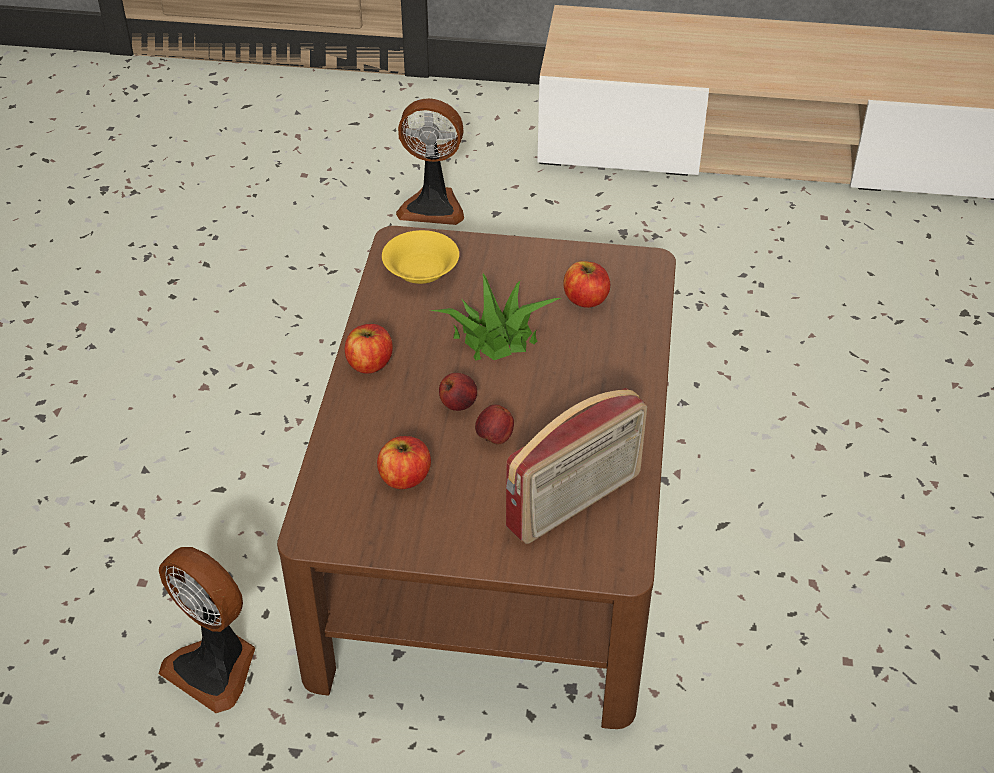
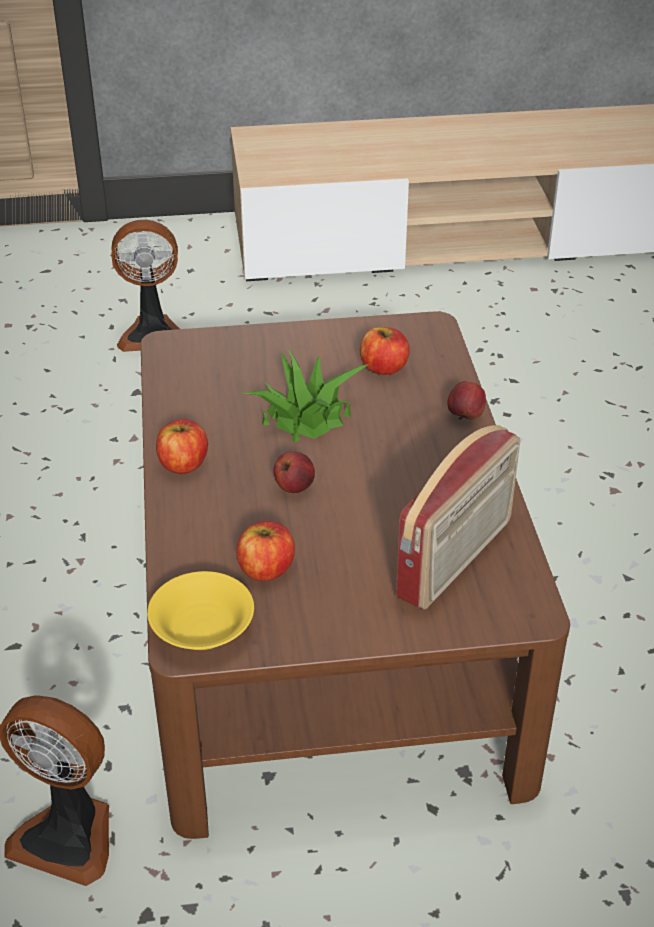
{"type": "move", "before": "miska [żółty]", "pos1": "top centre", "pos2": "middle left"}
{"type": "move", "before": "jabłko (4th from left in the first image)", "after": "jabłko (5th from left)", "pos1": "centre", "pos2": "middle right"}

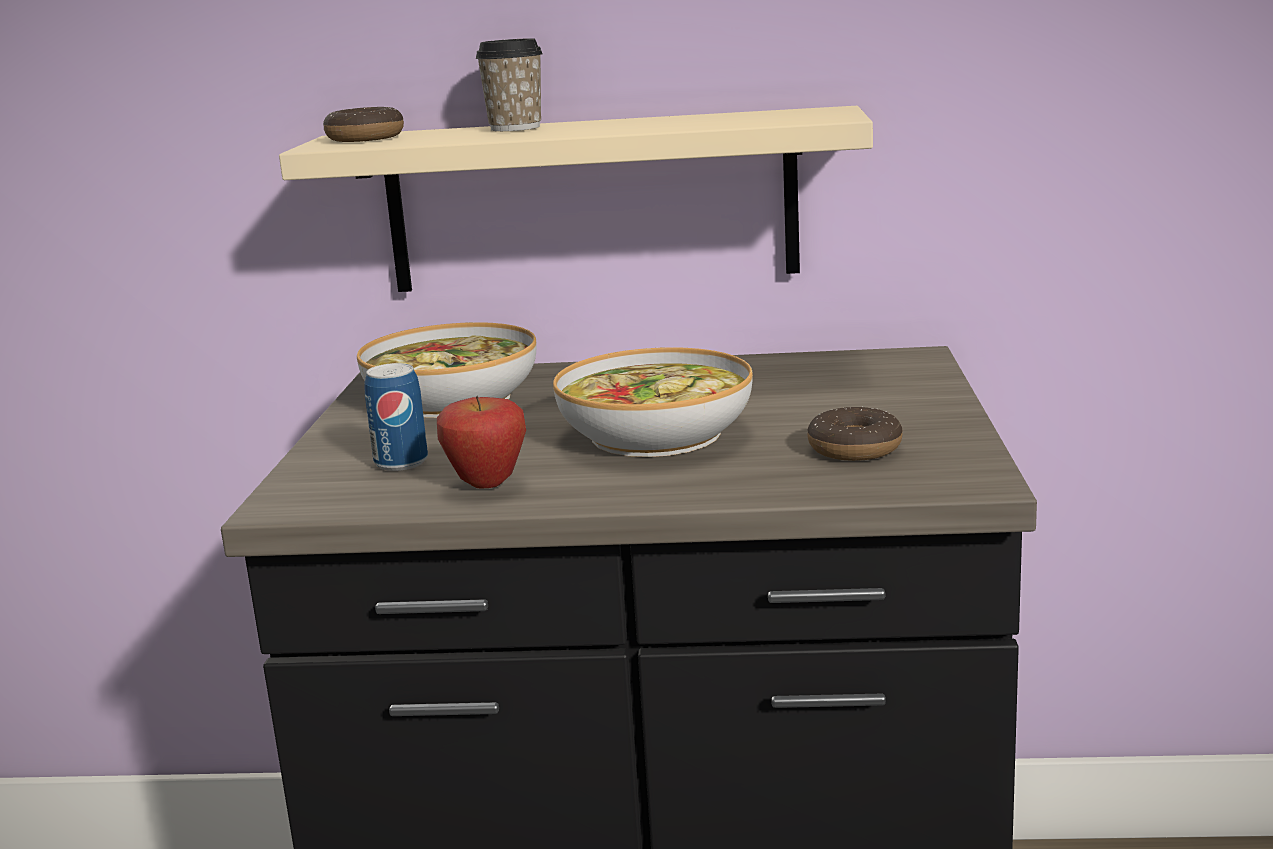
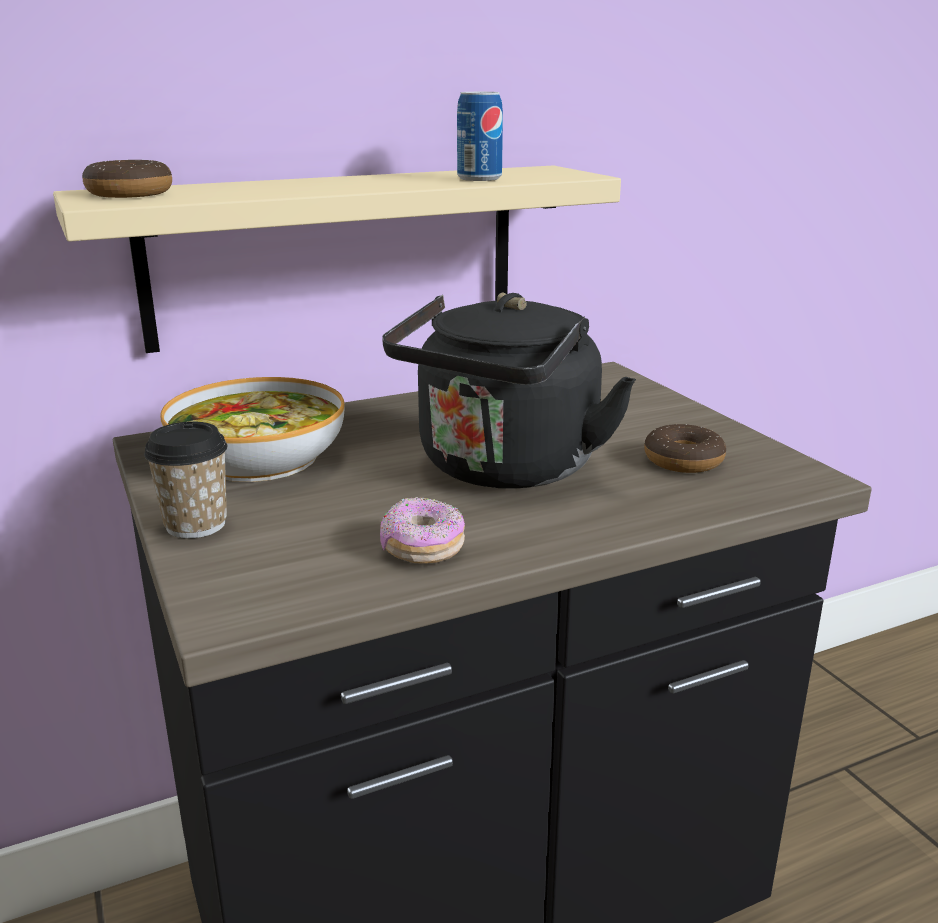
{"type": "move", "before": "puszka", "pos1": "middle left", "pos2": "top centre"}
{"type": "move", "before": "filiżanka", "pos1": "top centre", "pos2": "middle left"}
{"type": "replace", "before": "jabłko", "after": "donut (2nd from left)", "pos1": "centre", "pos2": "centre"}
{"type": "replace", "before": "miska (2nd from left)", "after": "czajnik [czarny]", "pos1": "centre", "pos2": "centre"}

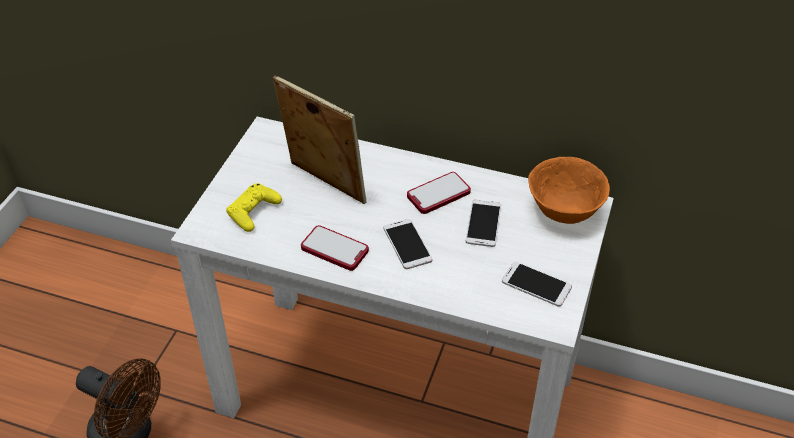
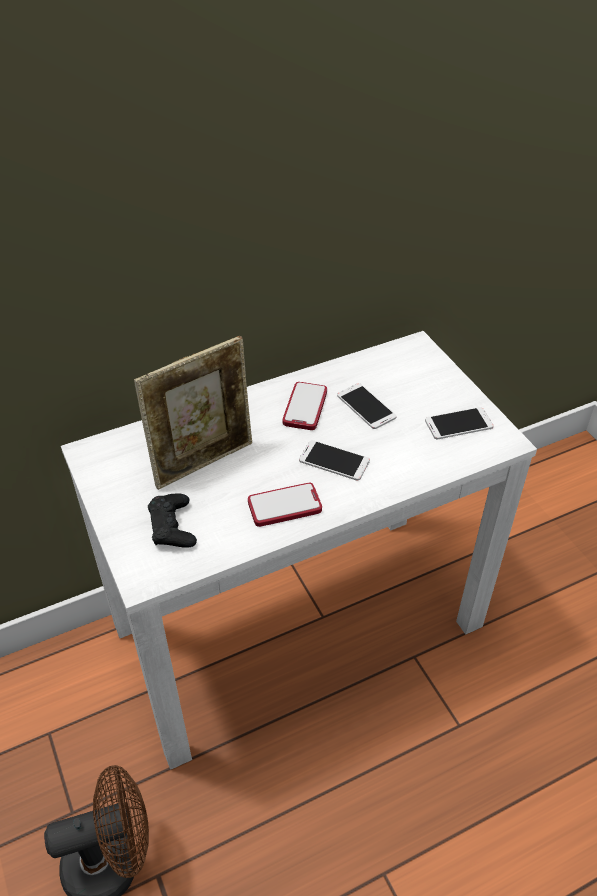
{"type": "delete", "before": "miska [pomarańczowy]", "pos1": "middle right"}
{"type": "recolor", "before": "pad do gier [żółty]", "after": "pad do gier [czarny]", "pos1": "middle left", "pos2": "middle left"}
{"type": "rotate", "before": "ramka na zdjęcie", "pos1": "top centre", "pos2": "middle left", "turn": 150}

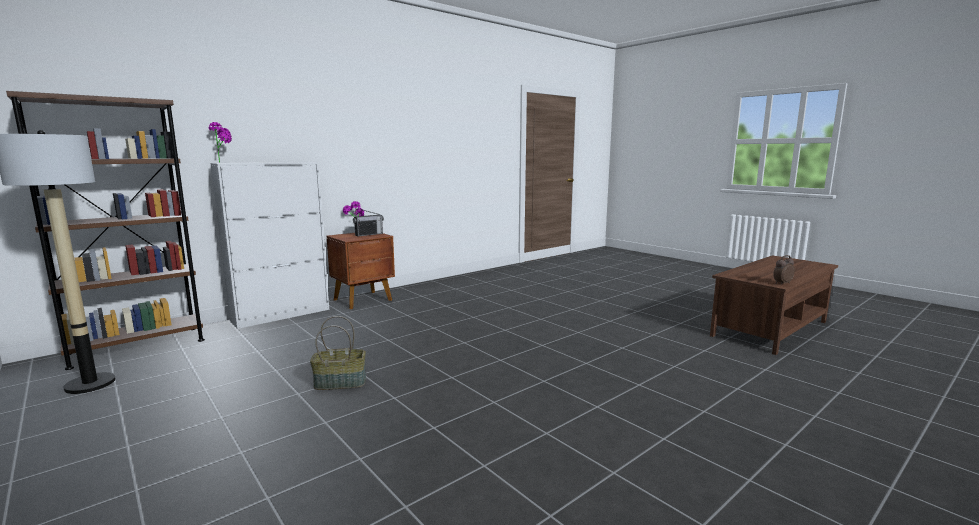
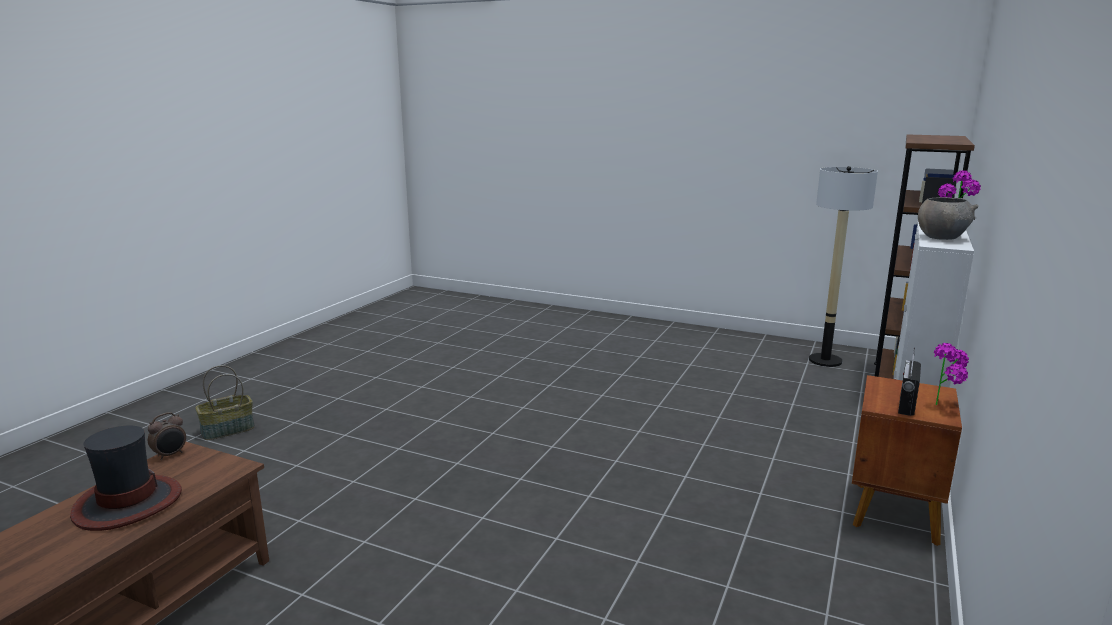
{"type": "insert", "after": "kapelusz", "pos2": "bottom left"}
{"type": "insert", "after": "miska [szary]", "pos2": "middle right"}
{"type": "move", "before": "koszyk", "pos1": "bottom centre", "pos2": "middle left"}

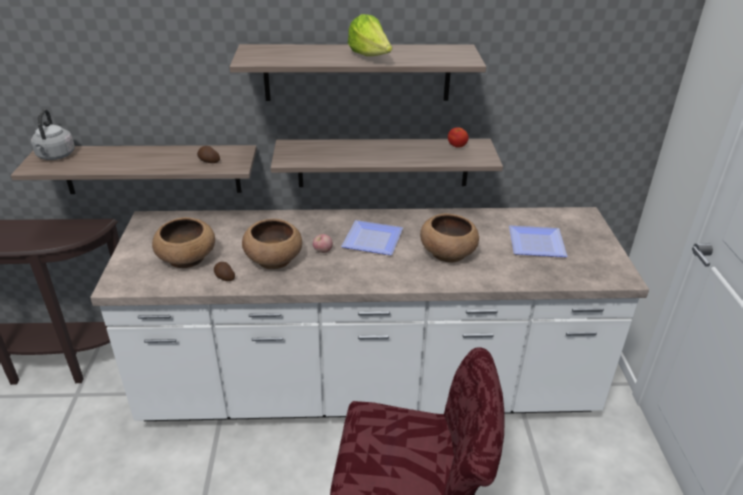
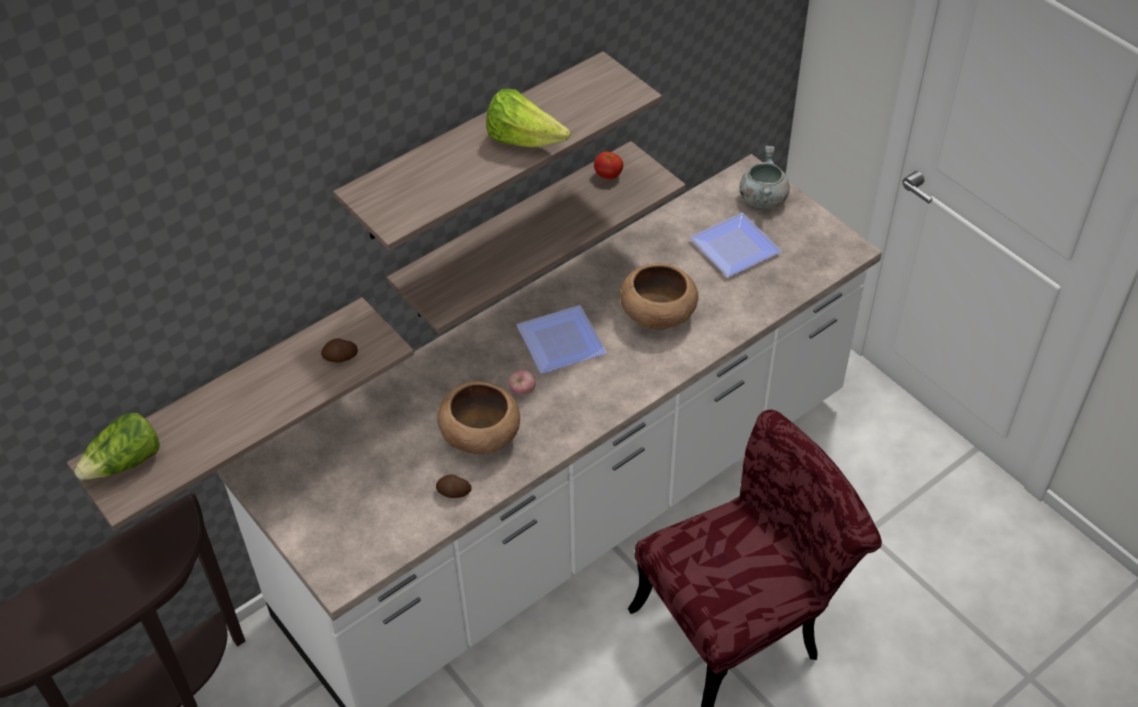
{"type": "delete", "before": "miska [brązowy] (1st from left)", "pos1": "middle left"}
{"type": "insert", "after": "garnek [szary]", "pos2": "top right"}
{"type": "replace", "before": "czajnik [szary]", "after": "sałata (1st from left)", "pos1": "top left", "pos2": "middle left"}

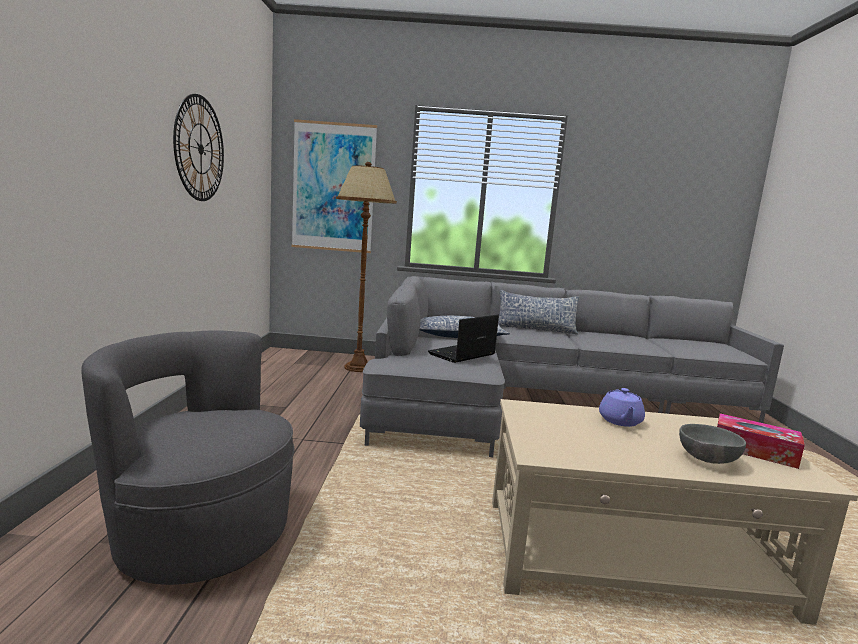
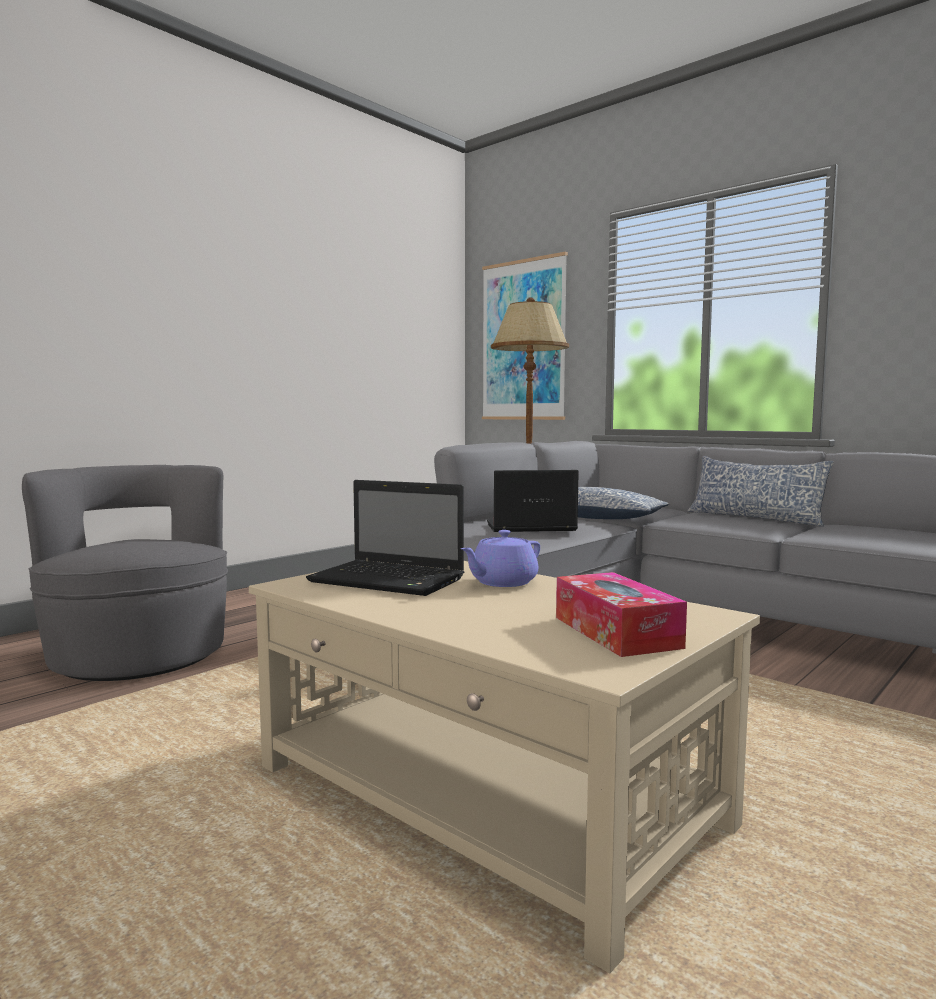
{"type": "delete", "before": "zegar ścienny", "pos1": "top left"}
{"type": "delete", "before": "miska [szary]", "pos1": "bottom right"}
{"type": "insert", "after": "laptop (1st from left)", "pos2": "centre"}

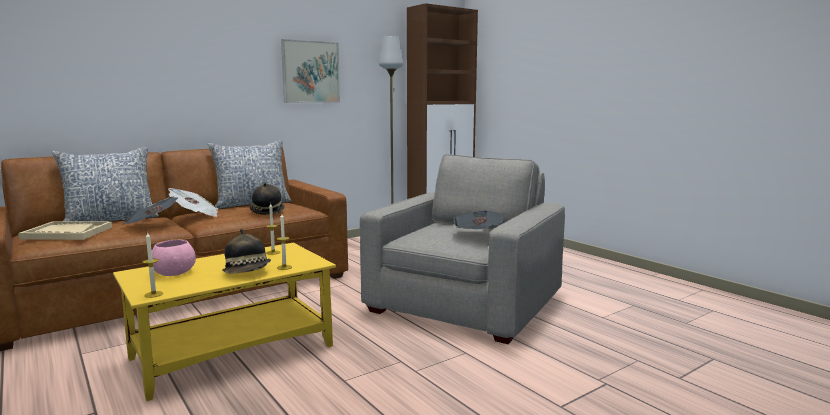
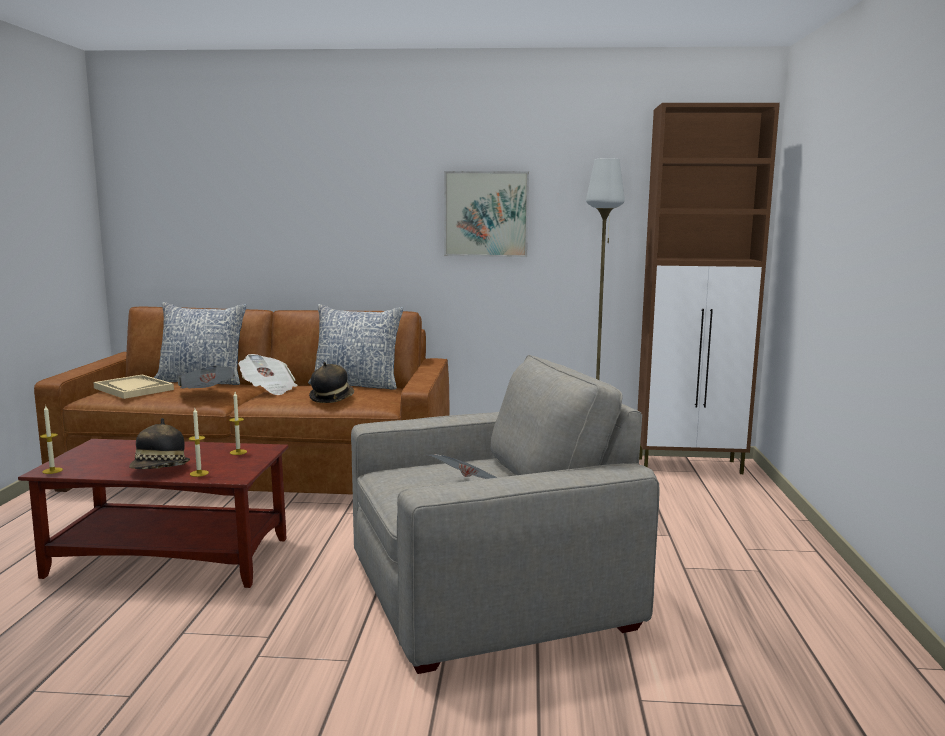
{"type": "delete", "before": "miska [różowy]", "pos1": "middle left"}
{"type": "recolor", "before": "ława [żółty]", "after": "ława [brązowy]", "pos1": "bottom left", "pos2": "bottom left"}

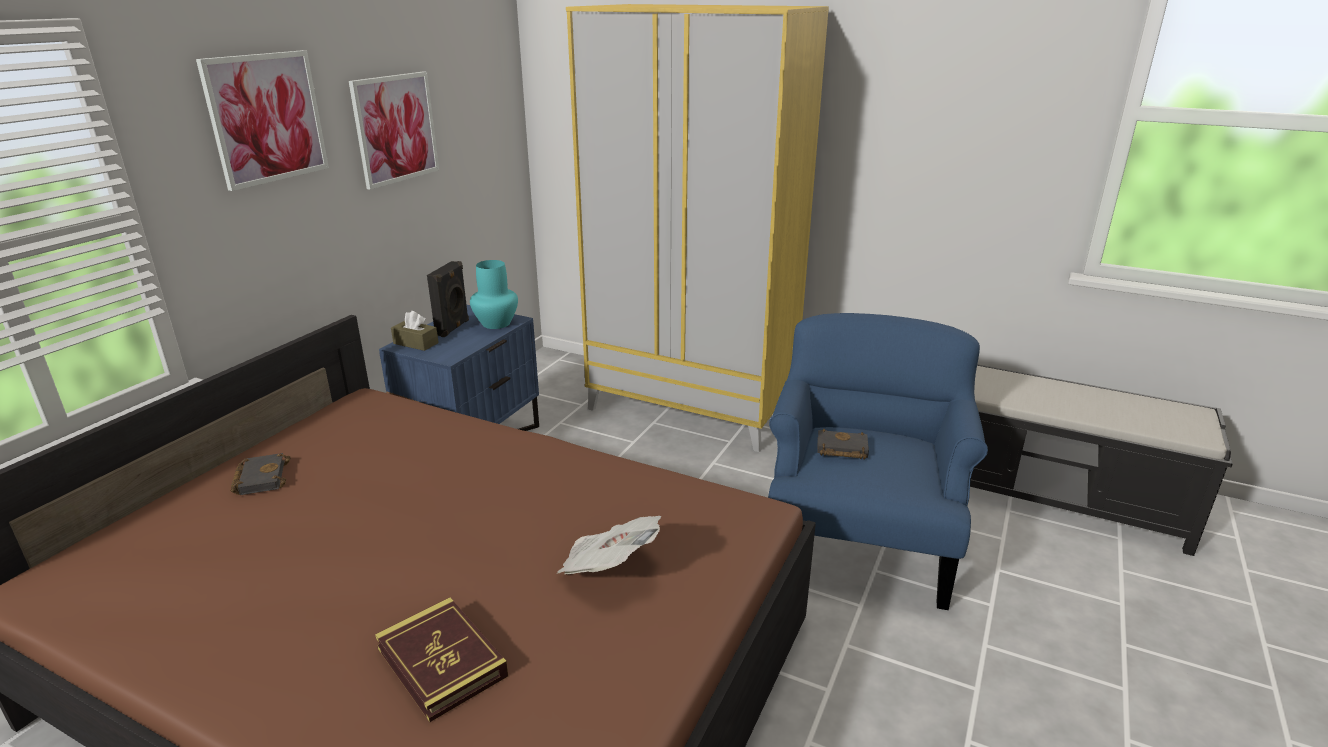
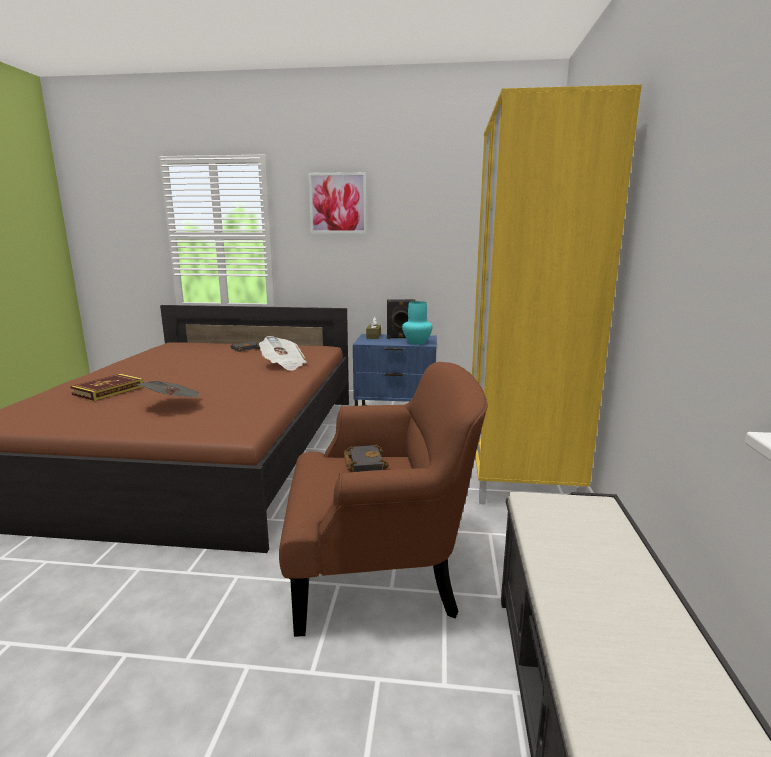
{"type": "delete", "before": "obraz (2nd from left)", "pos1": "top left"}
{"type": "insert", "after": "gazeta (2nd from left)", "pos2": "centre"}
{"type": "recolor", "before": "fotel [niebieski]", "after": "fotel [brązowy]", "pos1": "centre", "pos2": "centre"}

